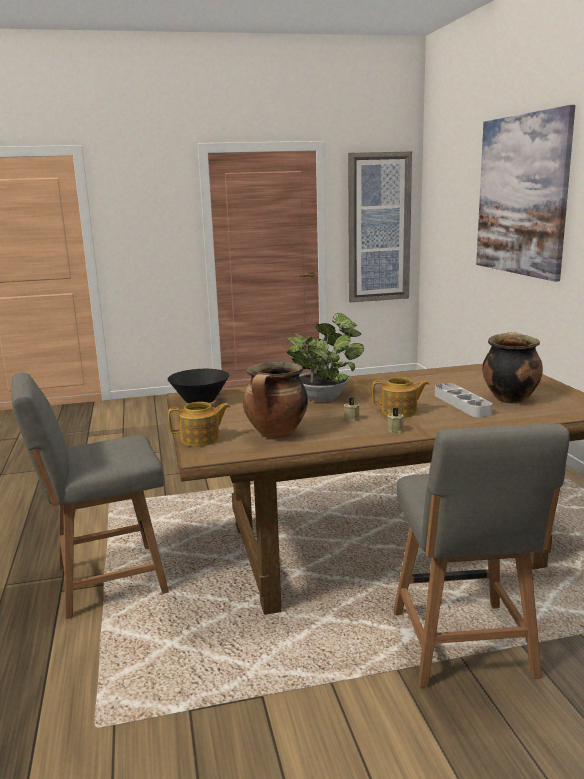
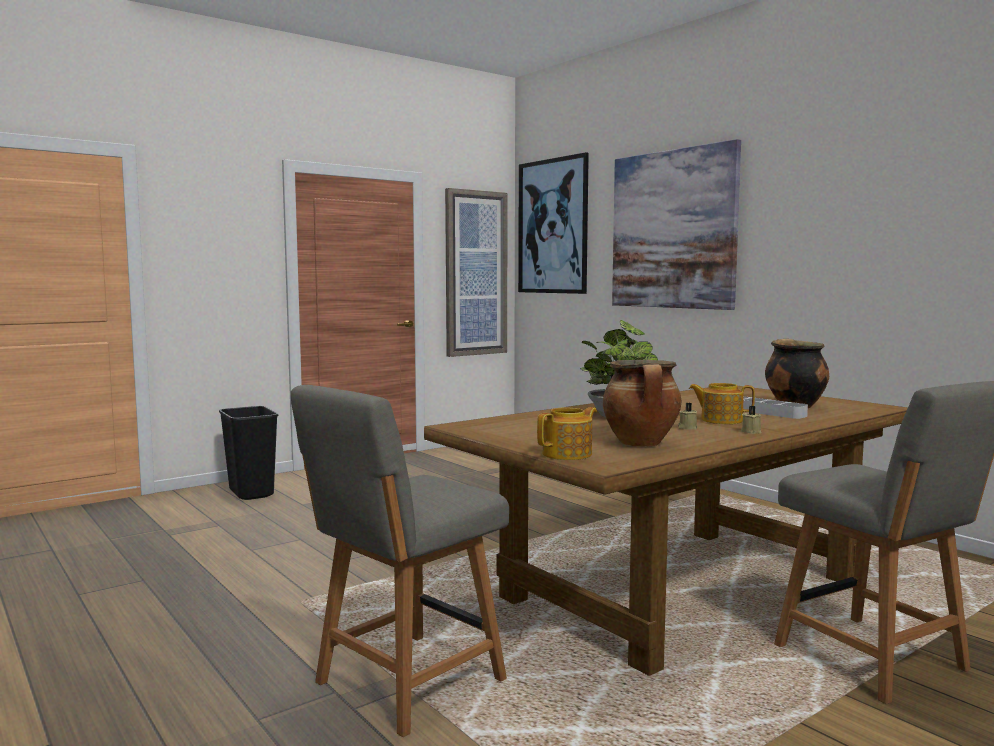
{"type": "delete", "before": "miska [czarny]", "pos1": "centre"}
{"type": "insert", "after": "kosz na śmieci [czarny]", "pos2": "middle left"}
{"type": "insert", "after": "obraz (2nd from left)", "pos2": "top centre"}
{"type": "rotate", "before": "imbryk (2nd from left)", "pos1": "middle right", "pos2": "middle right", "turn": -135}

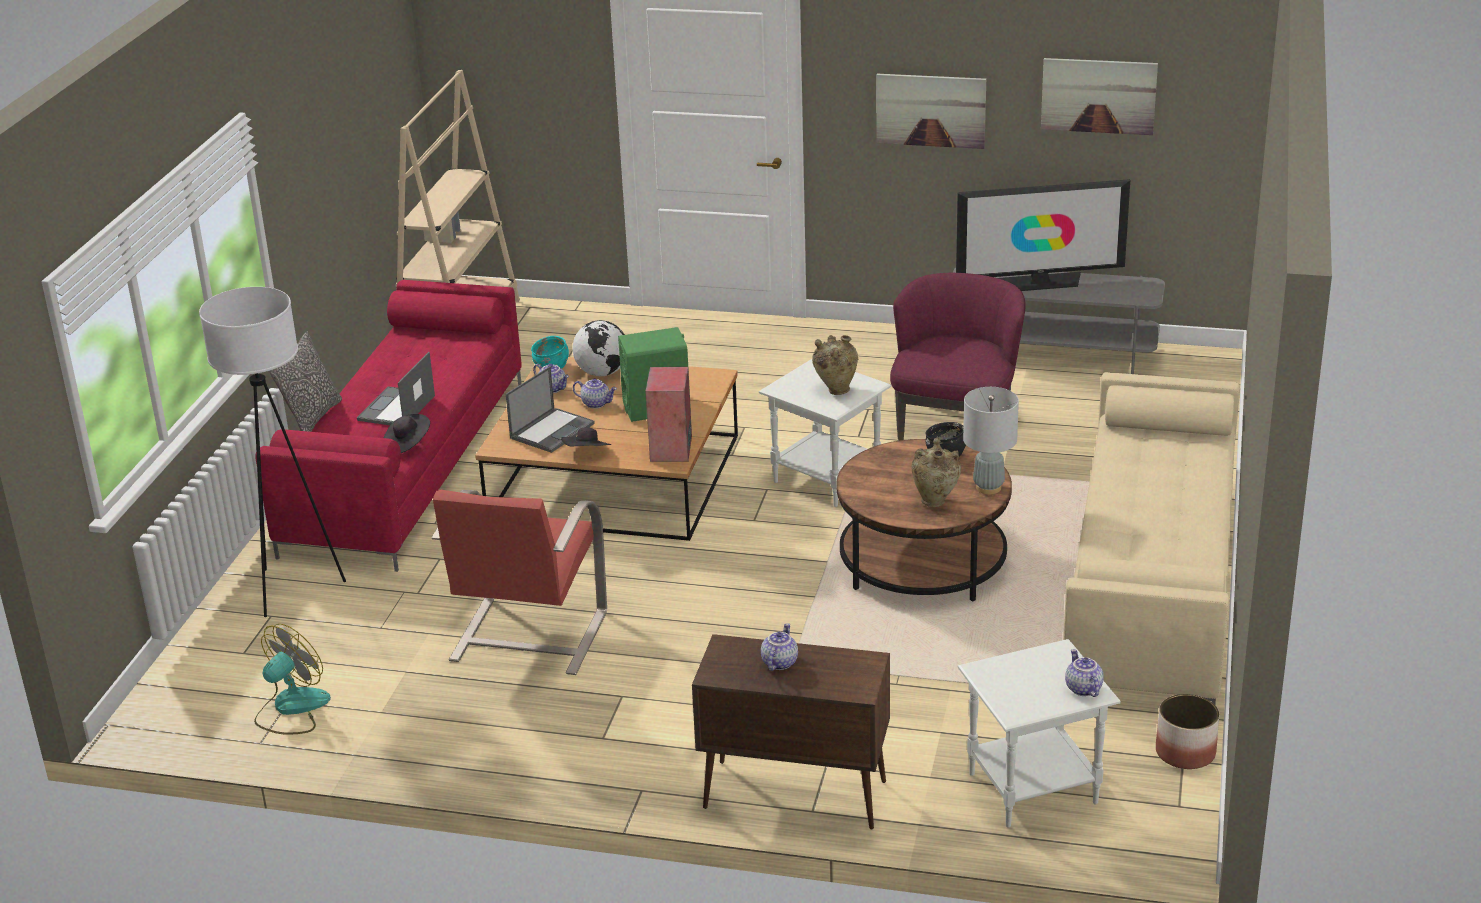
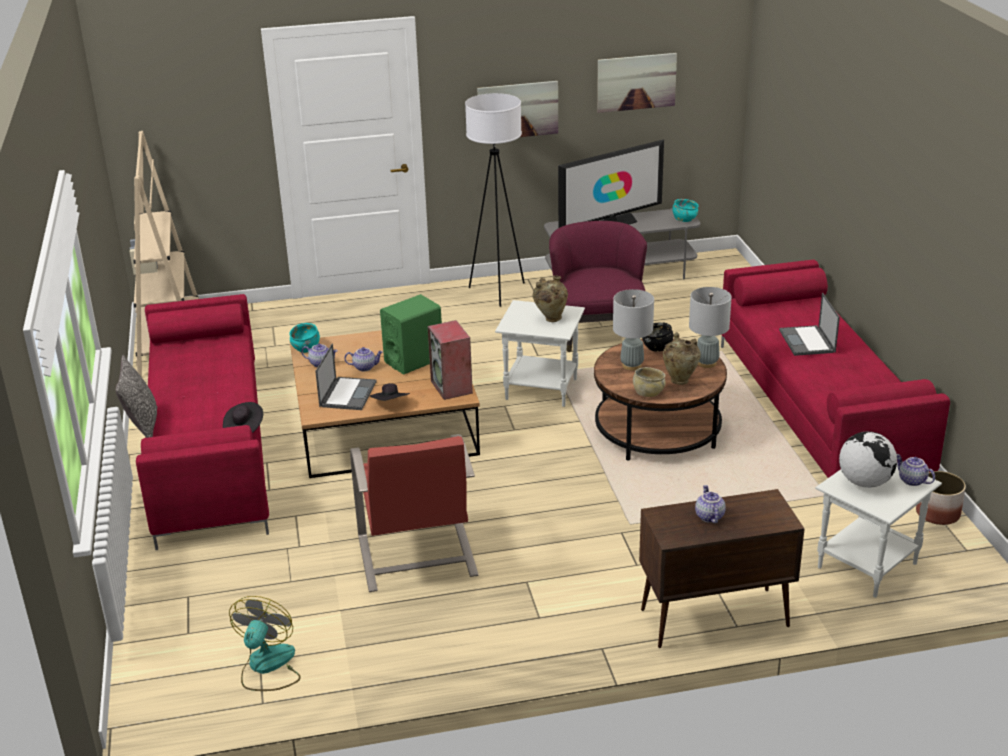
{"type": "insert", "after": "lampa stołowa [szary] (1st from left)", "pos2": "centre"}
{"type": "insert", "after": "miska [beżowy]", "pos2": "centre"}
{"type": "insert", "after": "miska [turkusowy] (2nd from left)", "pos2": "top right"}
{"type": "move", "before": "lampa stojąca [biały]", "pos1": "middle left", "pos2": "top centre"}
{"type": "move", "before": "laptop (1st from left in the first image)", "after": "laptop (2nd from left)", "pos1": "middle left", "pos2": "middle right"}
{"type": "move", "before": "globus", "pos1": "centre", "pos2": "middle right"}
{"type": "recolor", "before": "kanapa [beżowy]", "after": "kanapa [czerwony] (2nd from left)", "pos1": "middle right", "pos2": "middle right"}

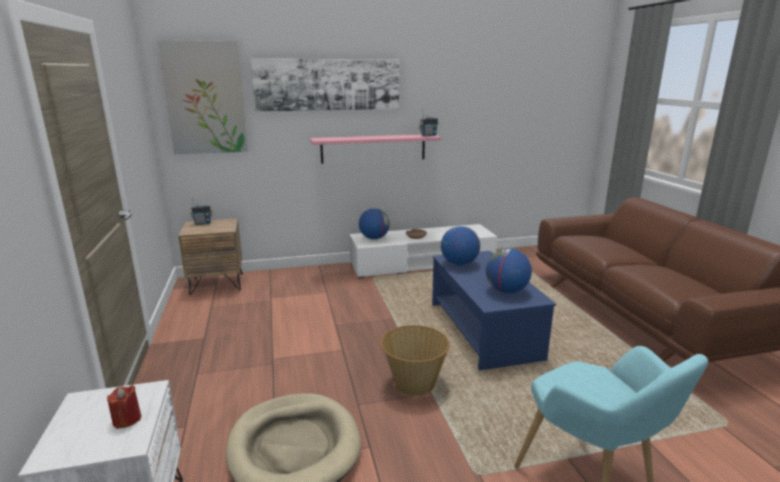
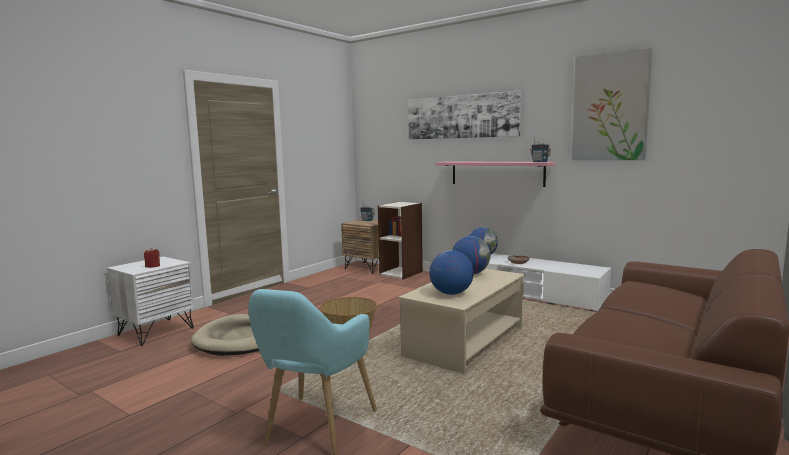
{"type": "insert", "after": "regał", "pos2": "centre"}
{"type": "move", "before": "obraz (1st from left in the first image)", "after": "obraz (2nd from left)", "pos1": "top left", "pos2": "top right"}
{"type": "recolor", "before": "ława [niebieski]", "after": "ława [beżowy]", "pos1": "centre", "pos2": "bottom centre"}

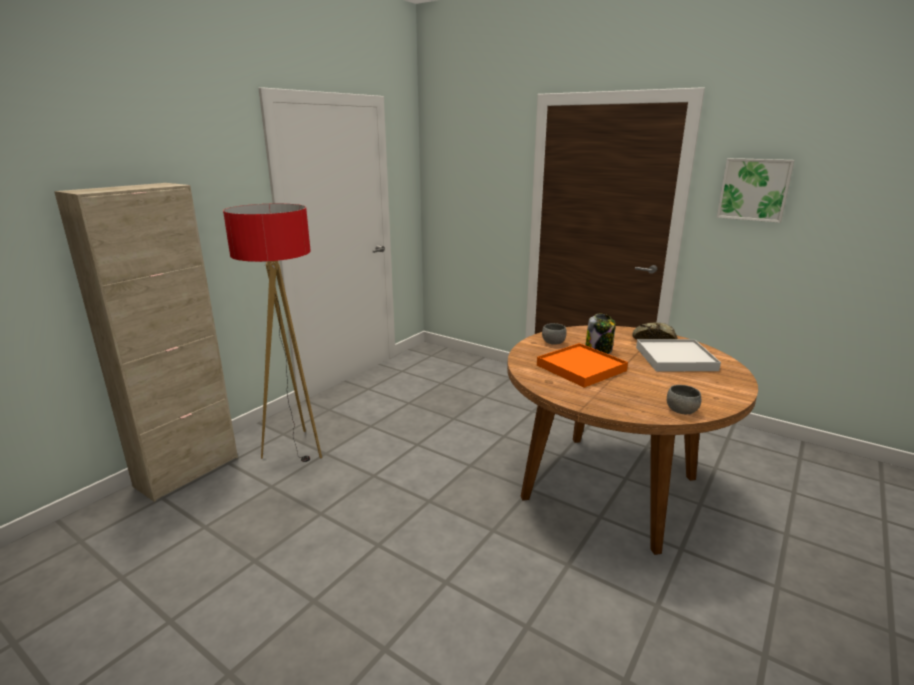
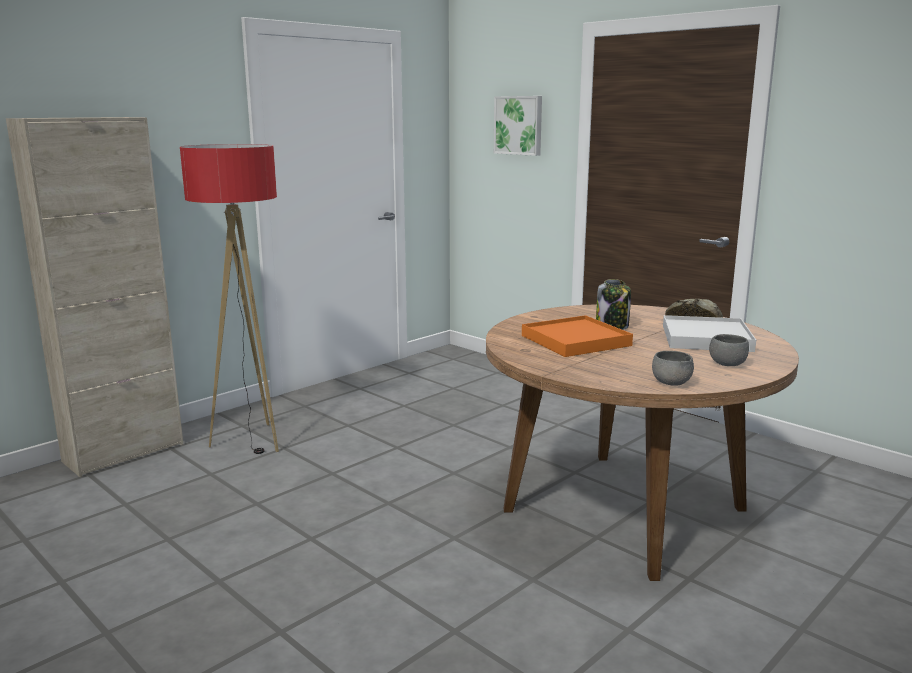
{"type": "move", "before": "miska [szary] (1st from left in the first image)", "after": "miska [szary] (2nd from left)", "pos1": "centre", "pos2": "middle right"}
{"type": "move", "before": "obraz", "pos1": "top right", "pos2": "top centre"}

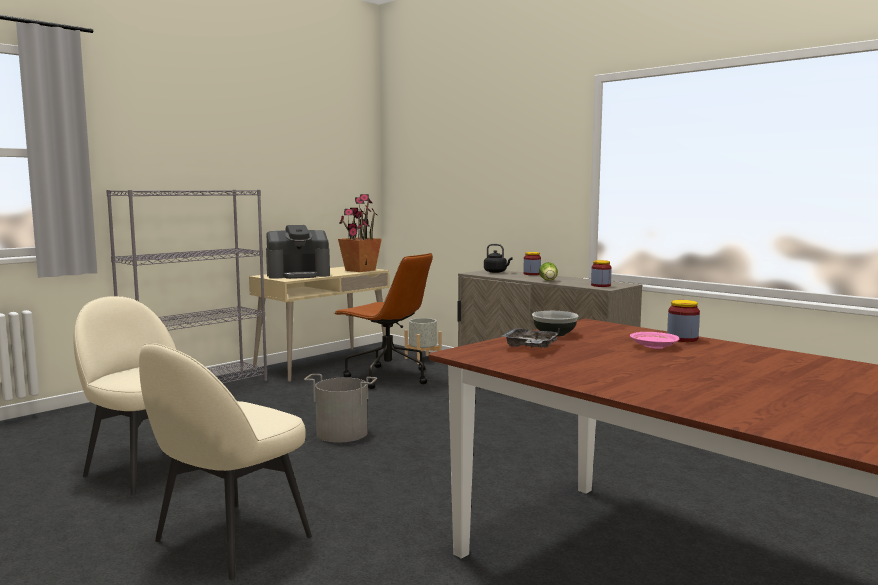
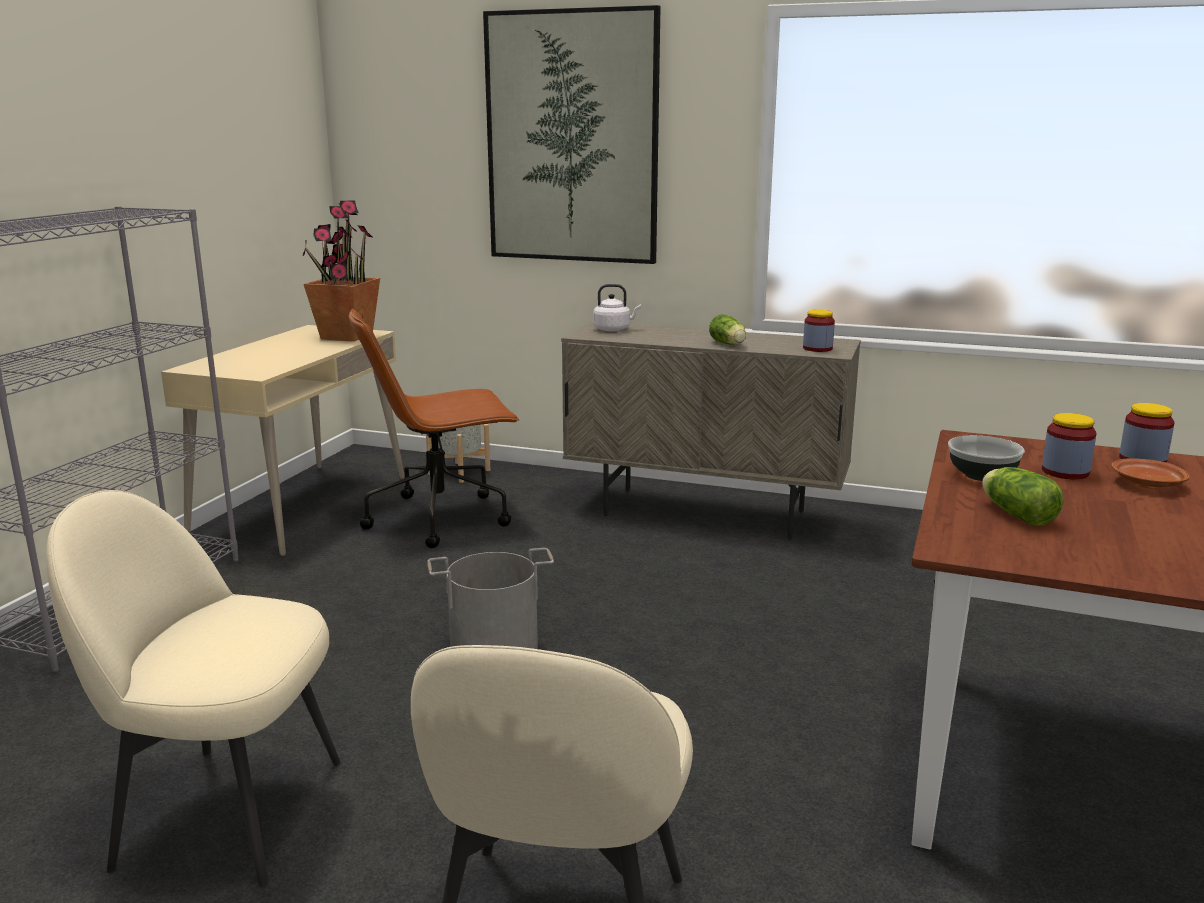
{"type": "delete", "before": "ekspres do kawy", "pos1": "centre"}
{"type": "insert", "after": "obraz", "pos2": "top centre"}
{"type": "move", "before": "słoik (1st from left in the first image)", "after": "słoik (2nd from left)", "pos1": "centre", "pos2": "middle right"}
{"type": "replace", "before": "taca [szary]", "after": "sałata (2nd from left)", "pos1": "centre", "pos2": "middle right"}
{"type": "recolor", "before": "czajnik [czarny]", "after": "czajnik [biały]", "pos1": "centre", "pos2": "centre"}
{"type": "recolor", "before": "talerz [różowy]", "after": "talerz [brązowy]", "pos1": "middle right", "pos2": "middle right"}
{"type": "rotate", "before": "krzesło biurowe [brązowy]", "pos1": "centre", "pos2": "centre", "turn": 150}

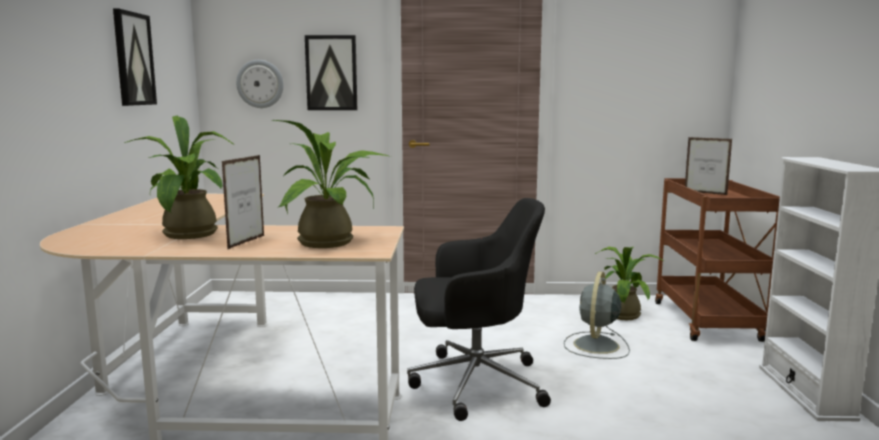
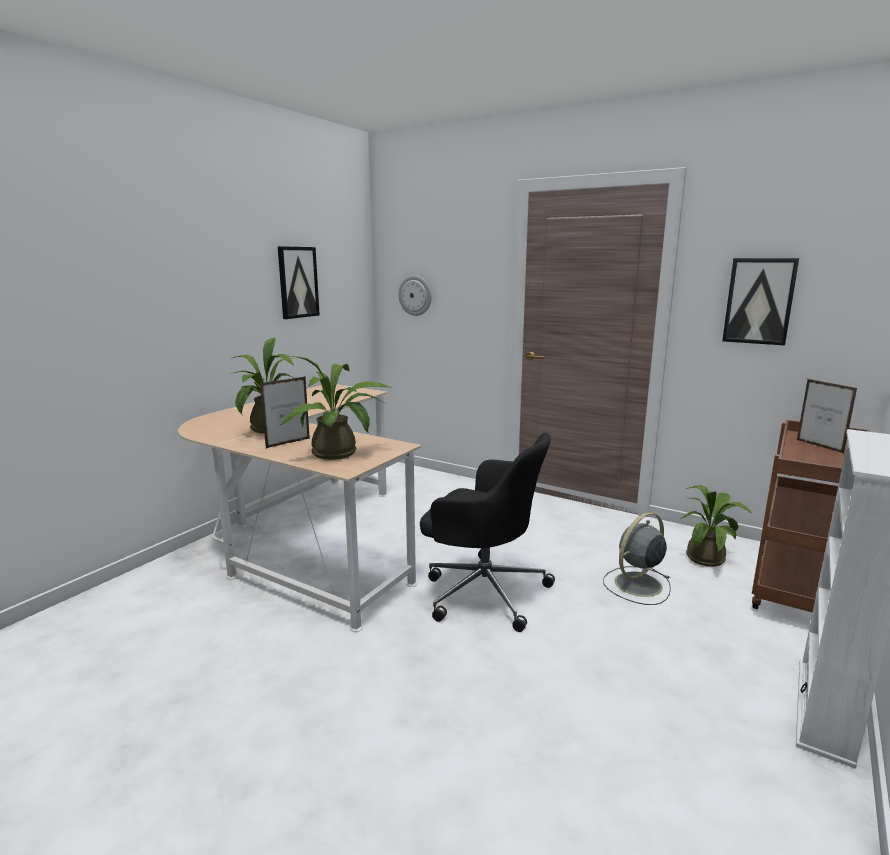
{"type": "move", "before": "obraz (2nd from left)", "pos1": "top centre", "pos2": "middle right"}

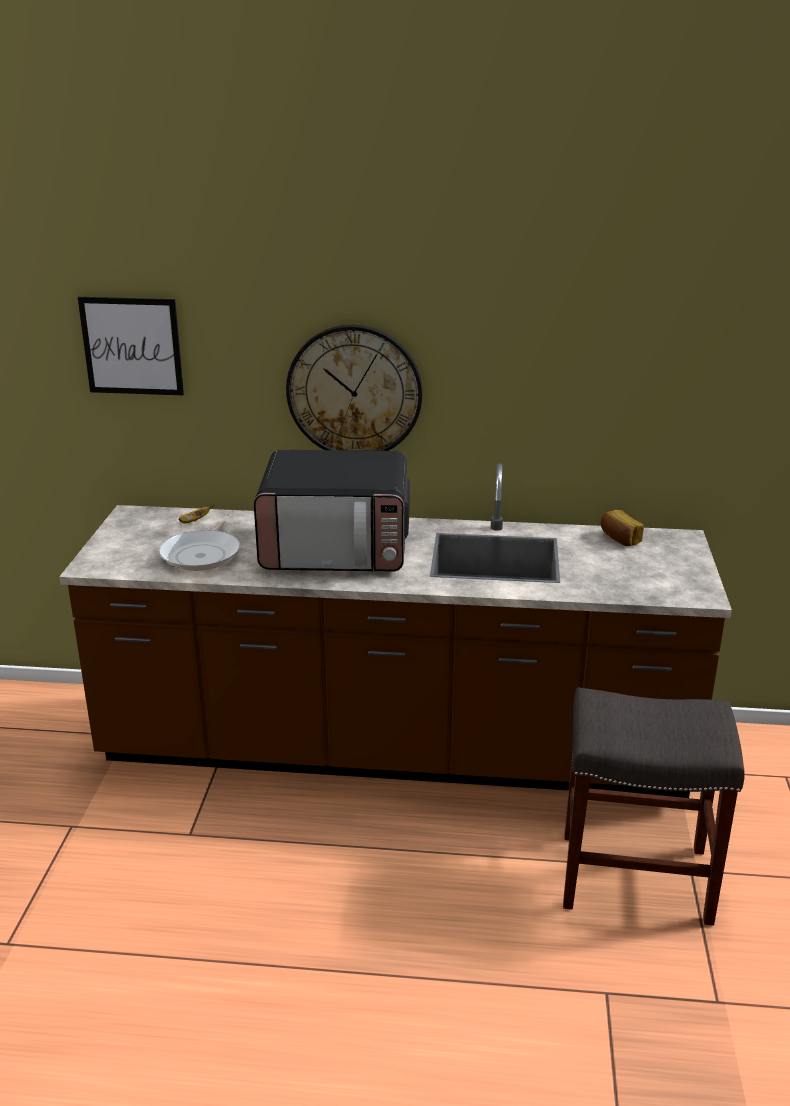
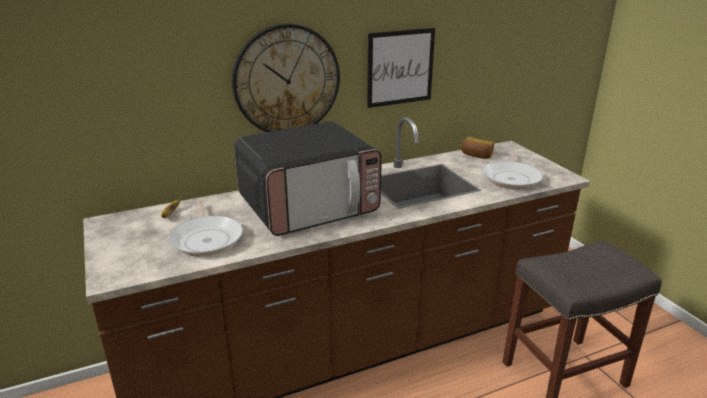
{"type": "insert", "after": "patelnia (2nd from left)", "pos2": "middle right"}
{"type": "move", "before": "obraz", "pos1": "top left", "pos2": "top centre"}

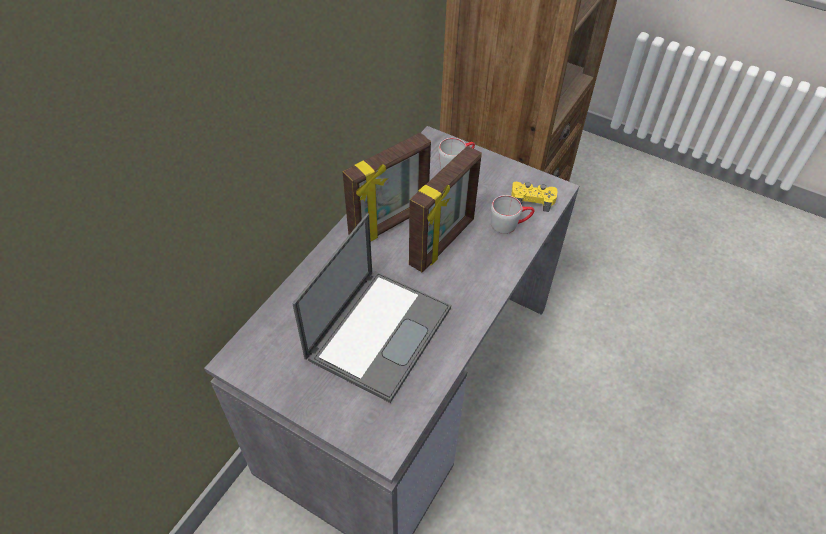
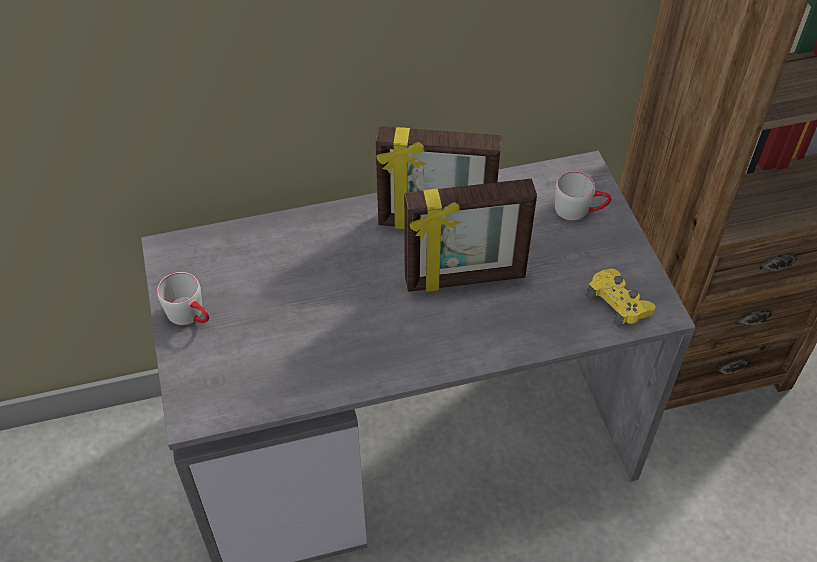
{"type": "delete", "before": "laptop", "pos1": "centre"}
{"type": "move", "before": "kubek [szary] (2nd from left in the first image)", "after": "kubek [szary] (1st from left)", "pos1": "centre", "pos2": "middle left"}

